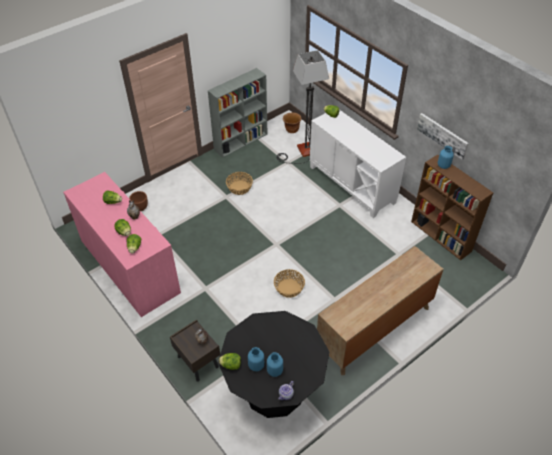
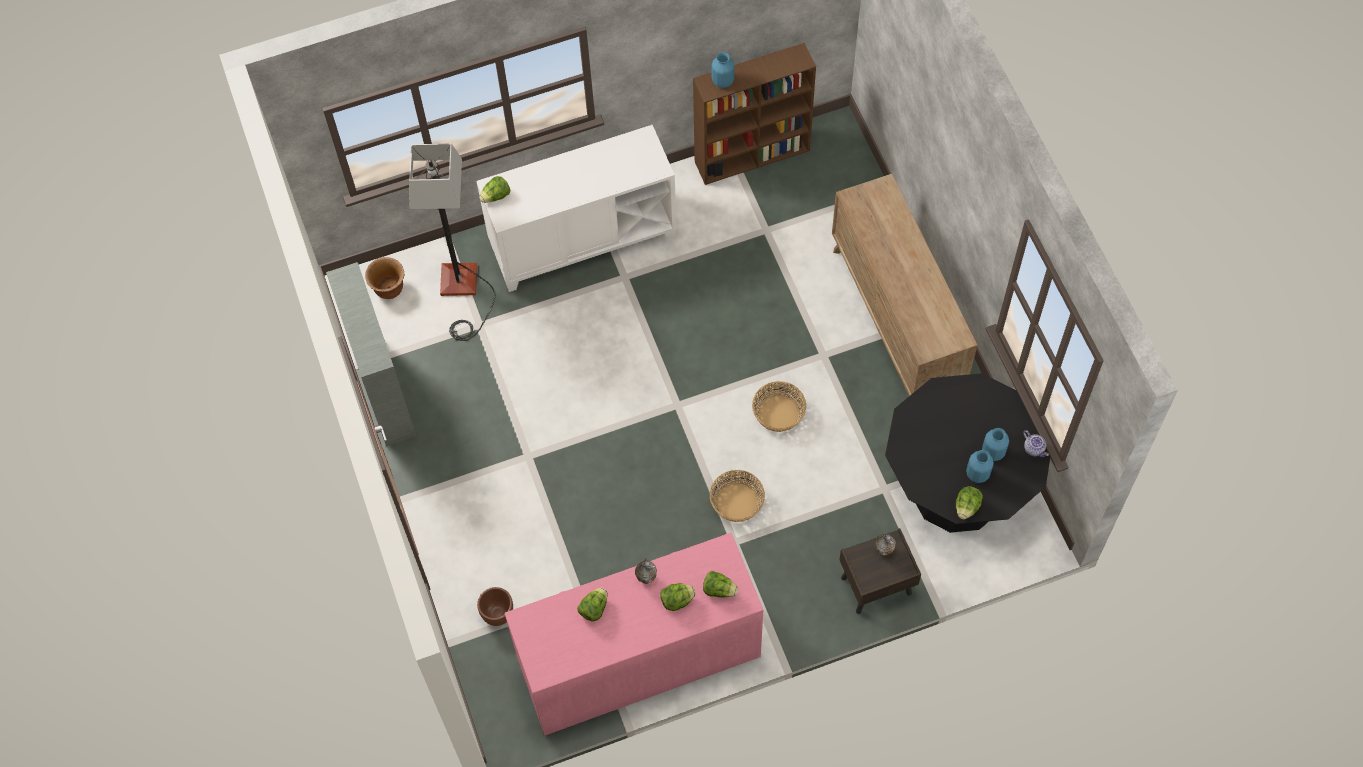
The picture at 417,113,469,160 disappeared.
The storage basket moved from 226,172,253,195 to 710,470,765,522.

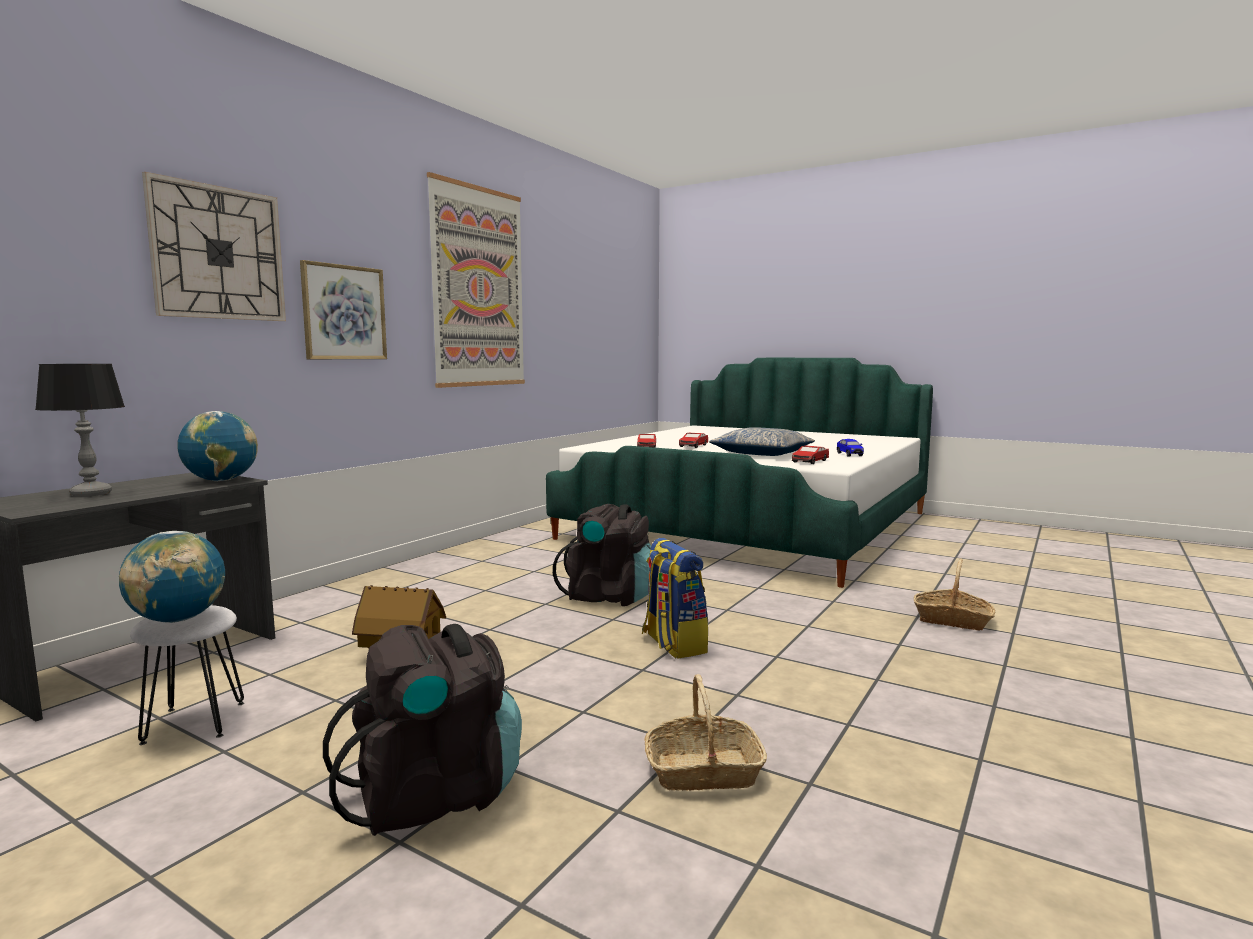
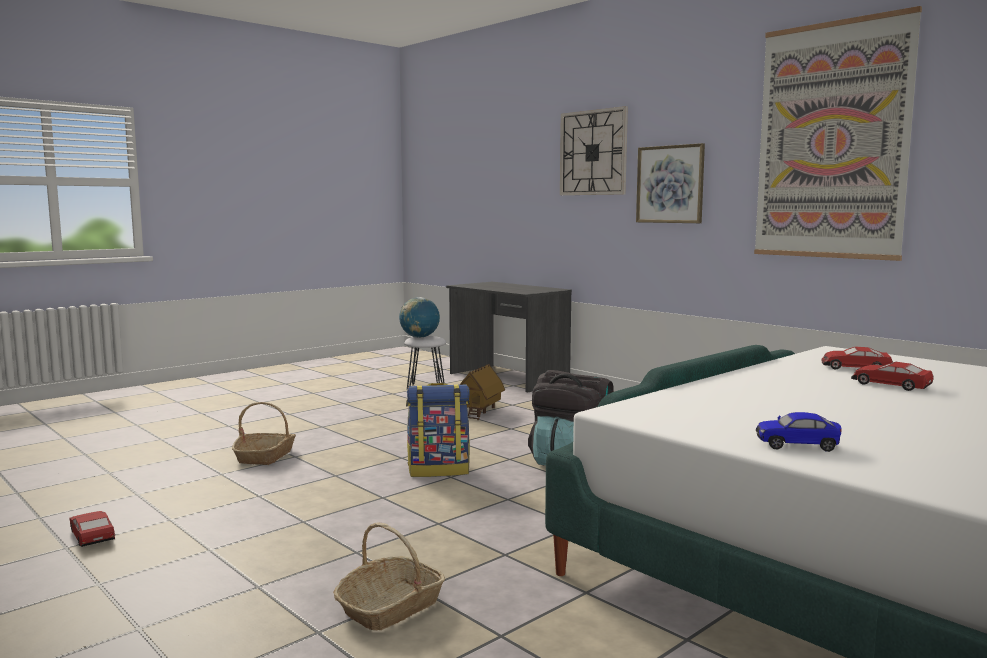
The tabletop lamp at 35,364,125,497 disappeared.
The globe at 177,411,258,481 disappeared.
The cushion at 709,427,815,456 disappeared.
The toy car moved from 792,446,829,464 to 69,511,115,547.
The backpack in blackish at 323,624,522,836 disappeared.

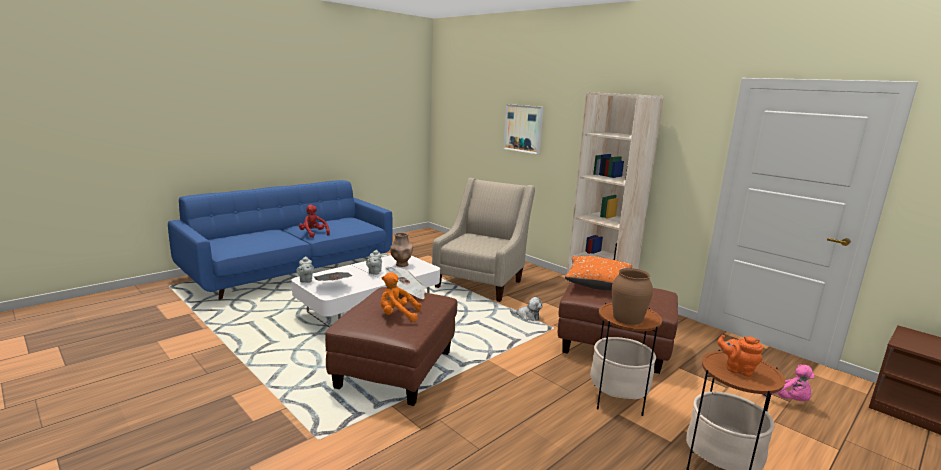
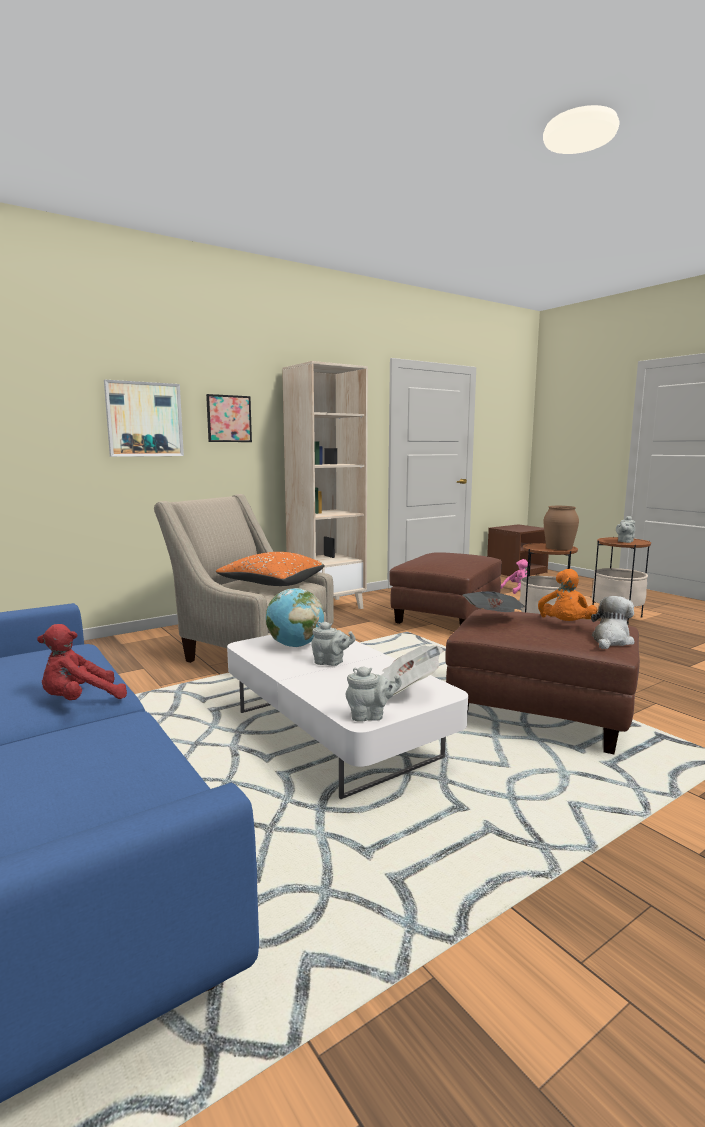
The decorative vase in brownish at 390,232,413,267 was replaced by the globe at 266,588,324,647.
The cushion in orange-coloured moved from 565,256,633,290 to 216,552,325,586.
The cuddly toy moved from 510,297,542,321 to 591,596,634,649.
The teapot in orange-coloured at 717,335,764,377 became the teapot in grey at 616,516,635,543.
The picture at 206,394,252,442 appeared.

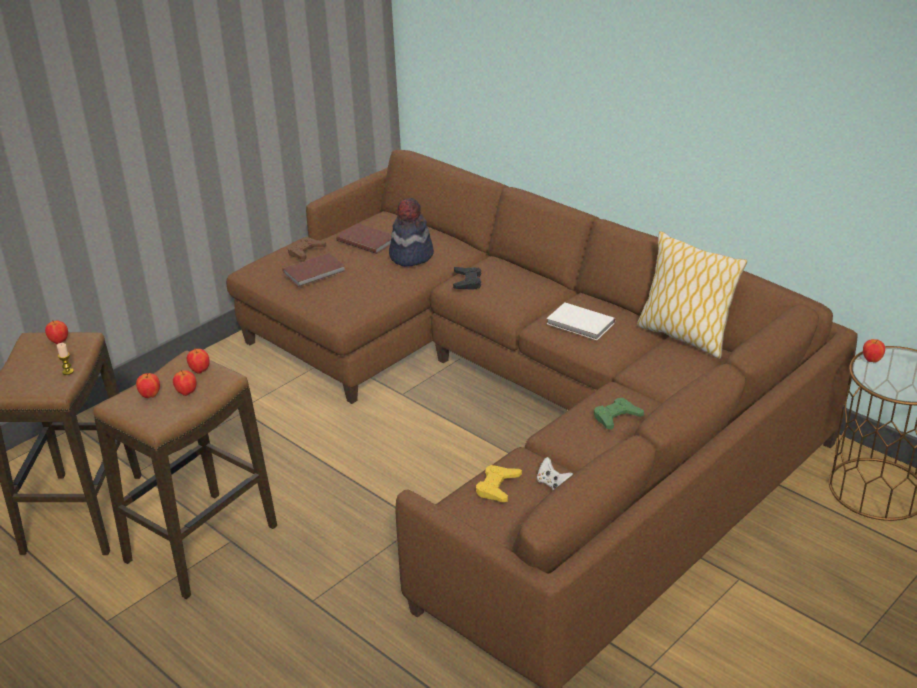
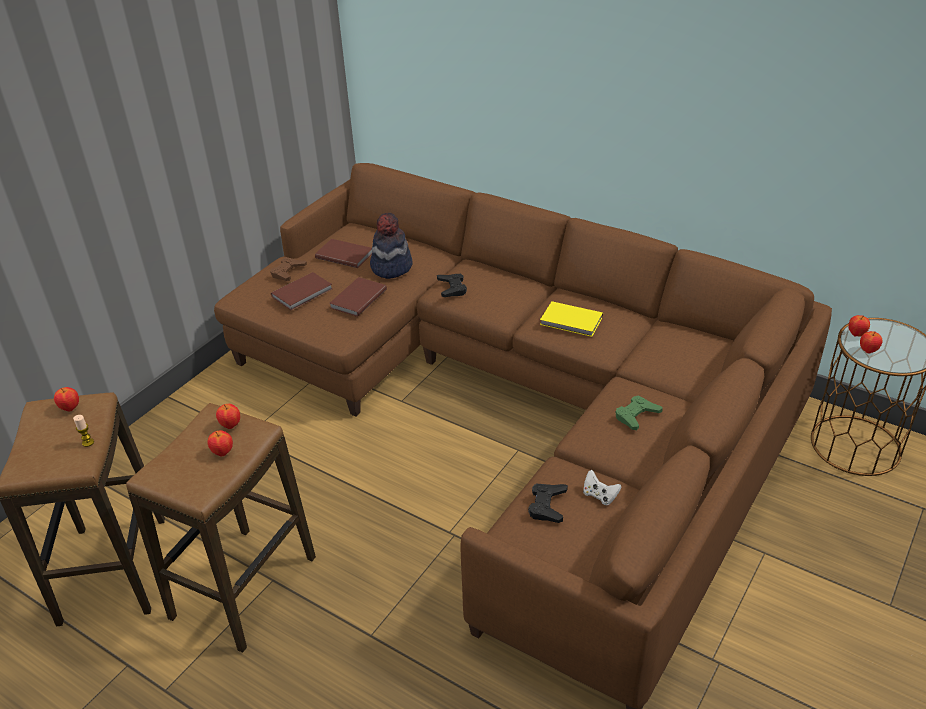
The cushion at 637,231,747,359 disappeared.
The book in white at 546,302,615,340 became the book in yellow-coloured at 540,301,603,337.
The apple moved from 136,373,160,398 to 860,331,883,353.
The game controller in yellow-coloured at 476,465,522,502 became the game controller in blackish at 528,484,568,523.
The book in brownish at 330,277,387,317 appeared.

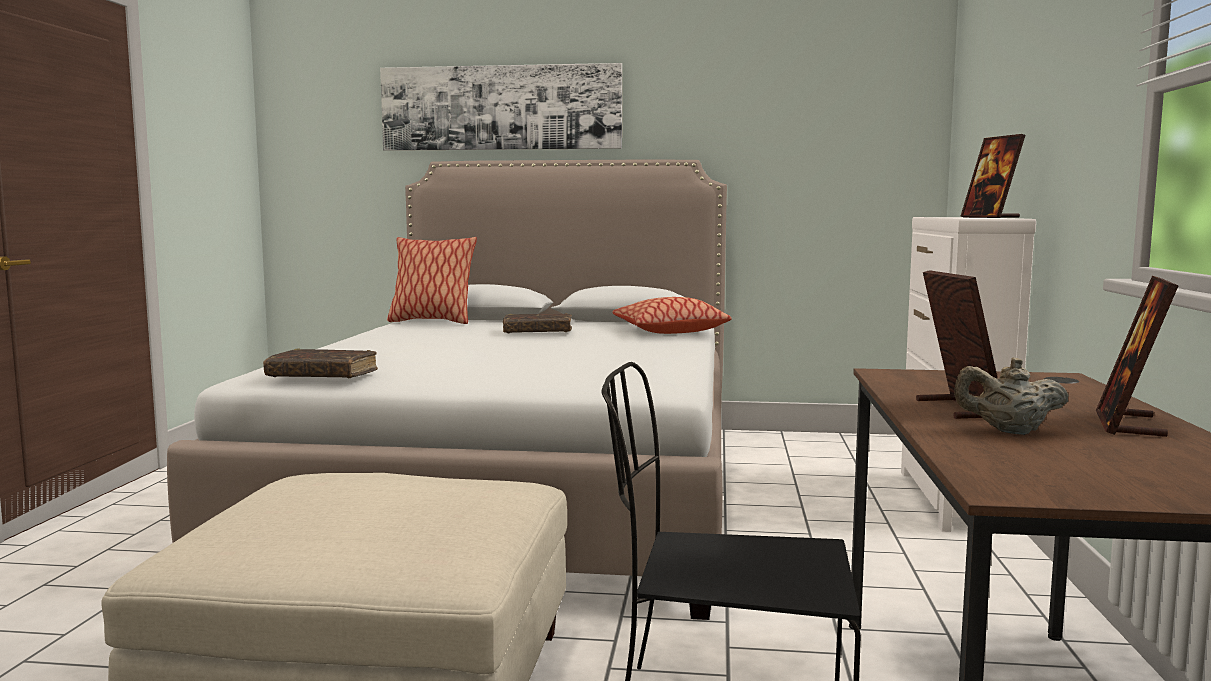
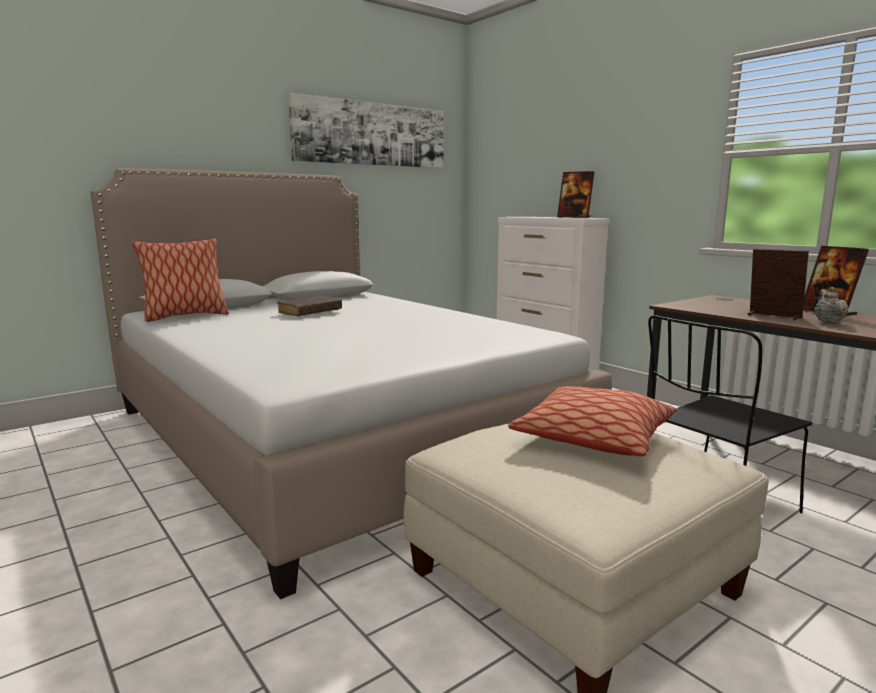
The picture moved from 380,63,622,151 to 288,93,444,168.
The cushion moved from 612,297,732,334 to 508,386,676,456.
The book in brownish at 263,348,378,378 disappeared.
The teapot in beige at 954,357,1069,435 turned 135 degrees clockwise.

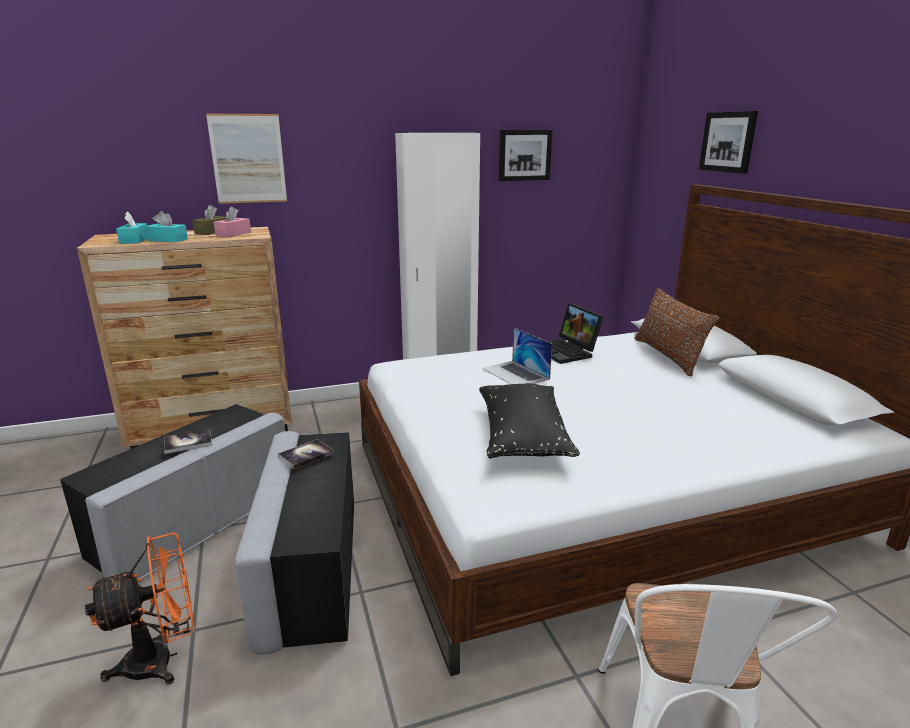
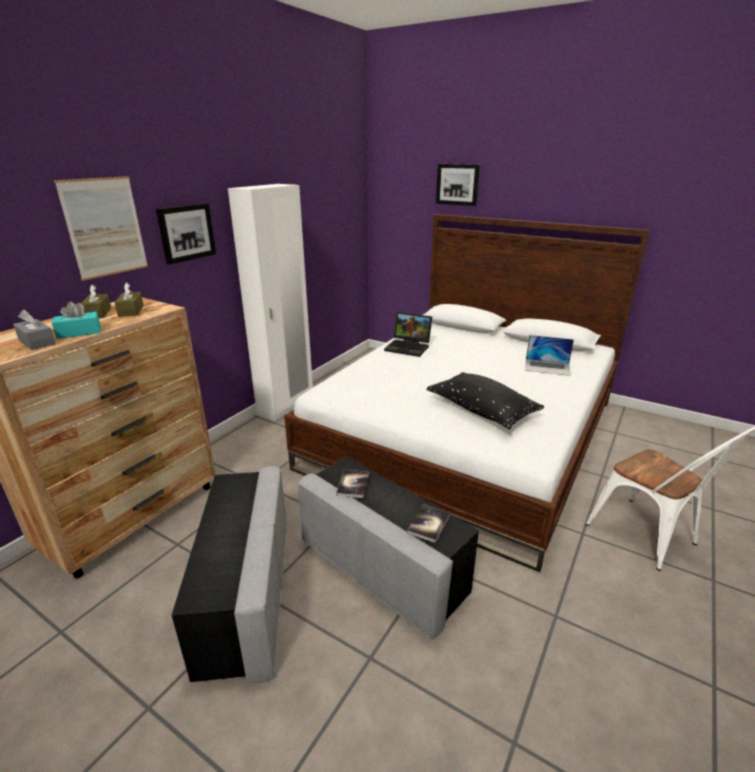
The picture moved from 499,130,553,181 to 156,203,216,265.
The tissue holder in pink at 214,206,251,237 became the tissue holder in brownish at 114,282,144,317.
The tissue holder in turquoise-coloured at 116,211,147,244 became the tissue holder in grey at 13,309,56,350.
The cushion in brownish at 634,288,719,376 disappeared.
The portable computer moved from 482,328,552,384 to 525,335,574,376.
The book moved from 164,429,212,454 to 407,505,450,543.
The fan in orange-coloured at 85,532,194,685 disappeared.

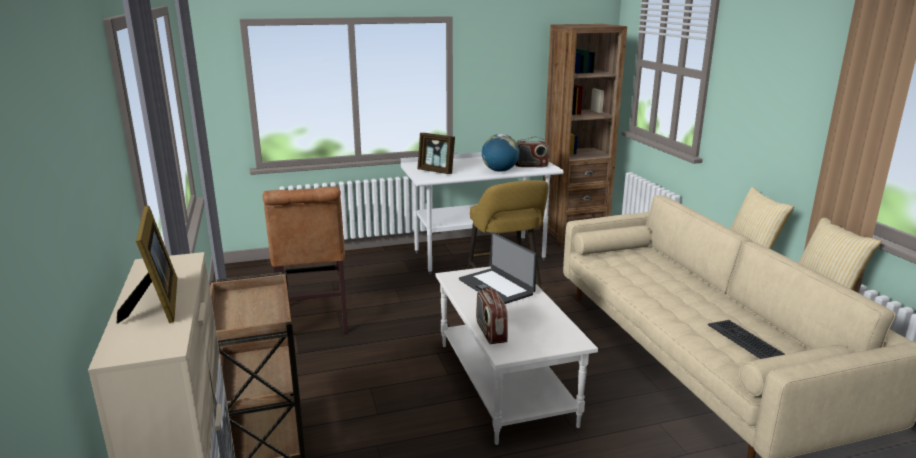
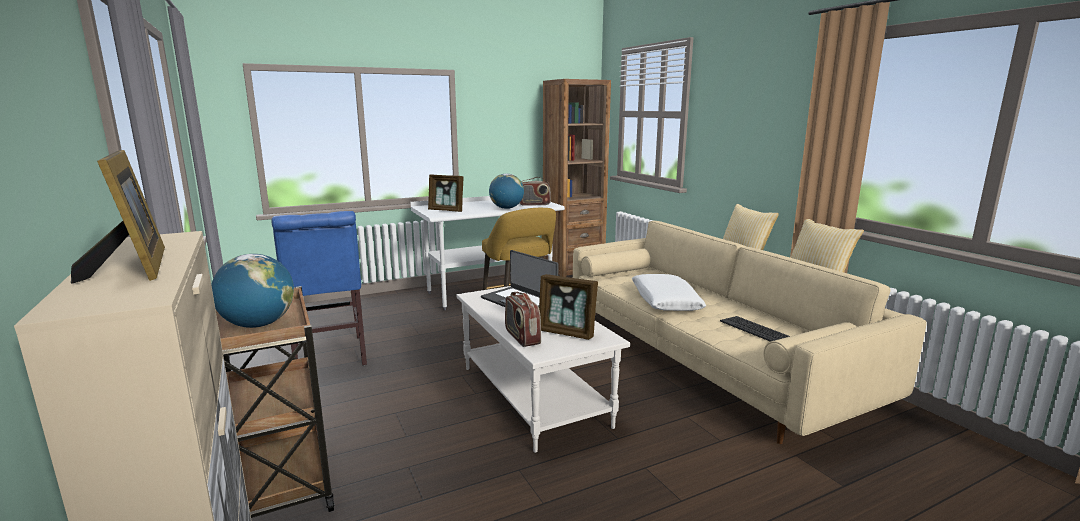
The upright chair in brownish at 262,186,348,333 became the upright chair in bluish at 271,211,367,365.
The globe at 211,254,294,328 appeared.
The standing frame at 539,274,598,340 appeared.
The cushion in white at 632,274,706,311 appeared.

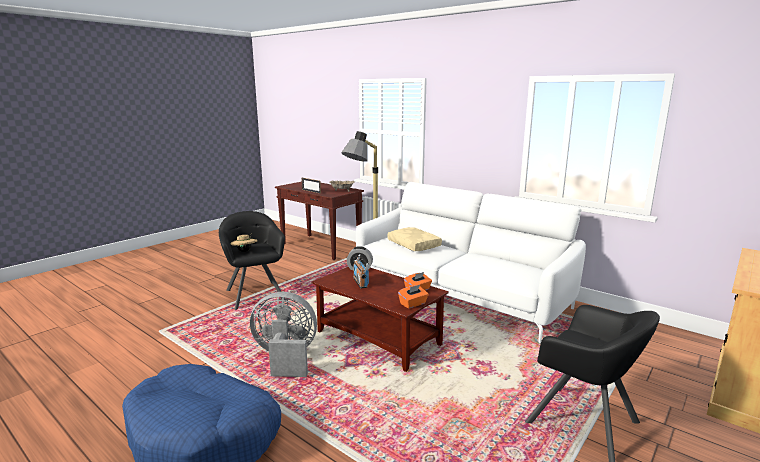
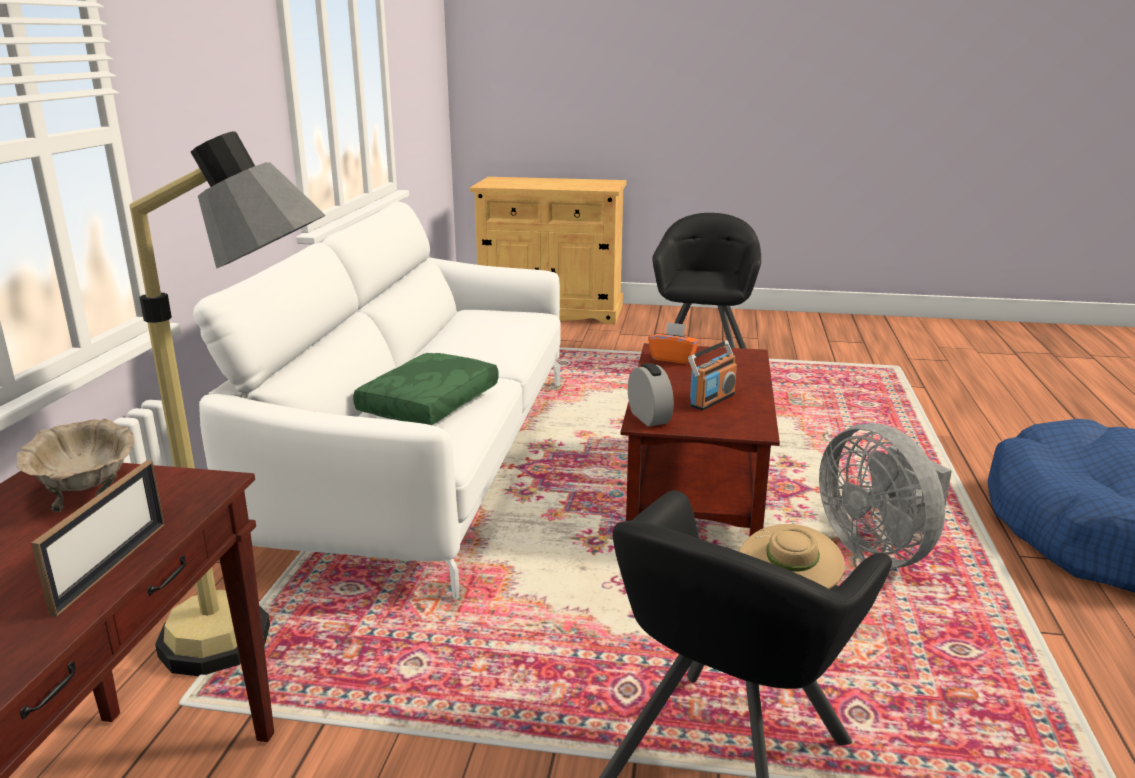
The cushion in beige at 387,227,442,251 became the cushion in green-coloured at 353,353,499,425.
The tissue holder in orange-coloured at 398,285,429,309 disappeared.

